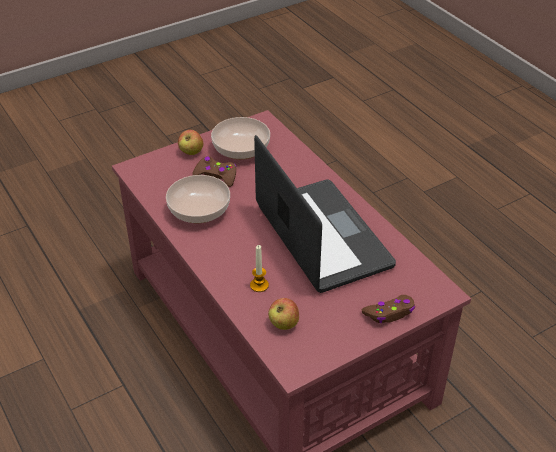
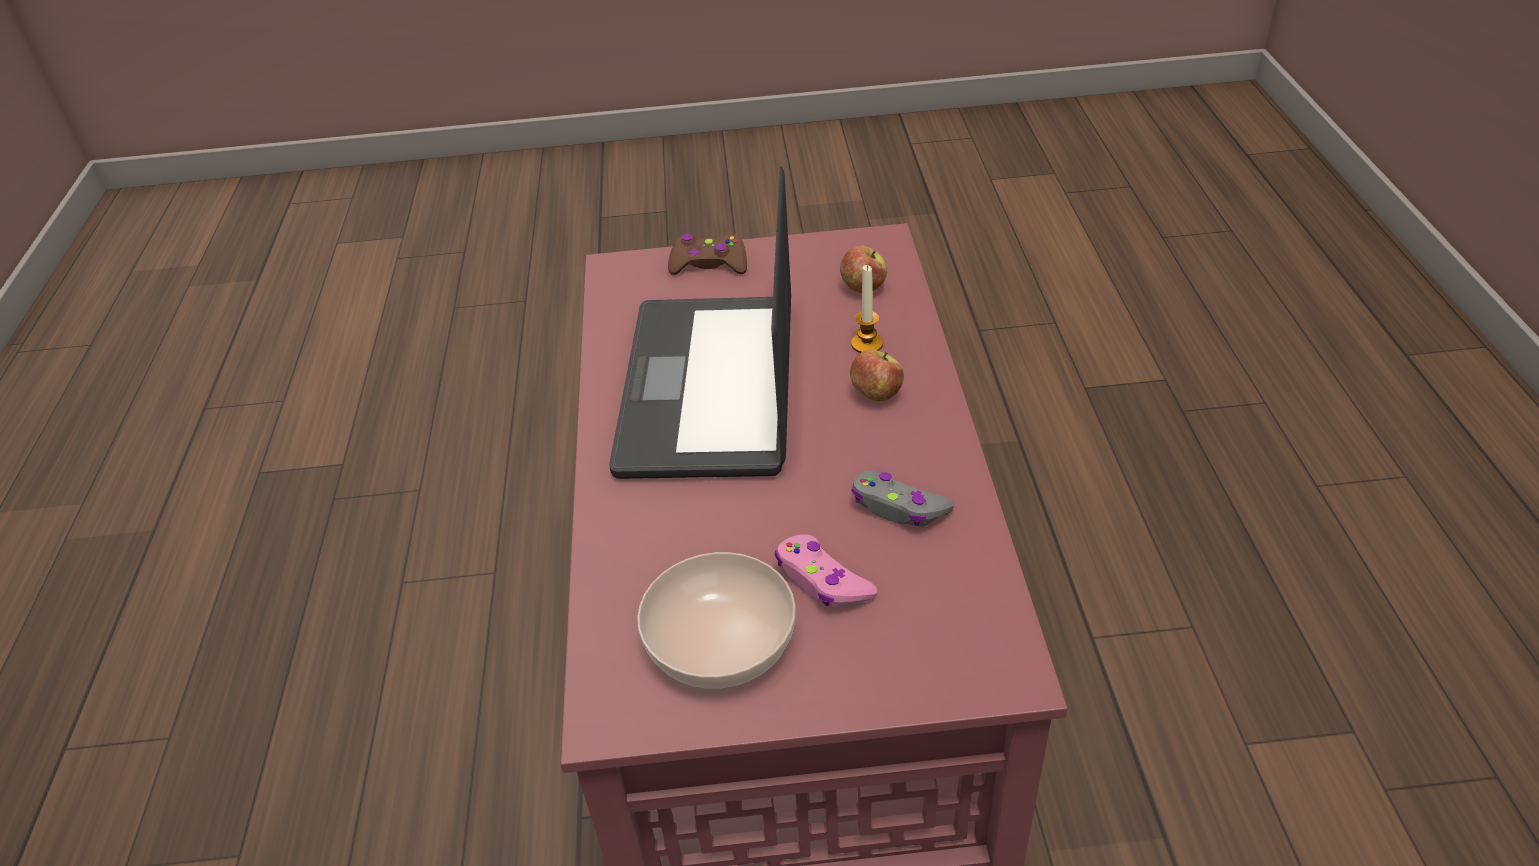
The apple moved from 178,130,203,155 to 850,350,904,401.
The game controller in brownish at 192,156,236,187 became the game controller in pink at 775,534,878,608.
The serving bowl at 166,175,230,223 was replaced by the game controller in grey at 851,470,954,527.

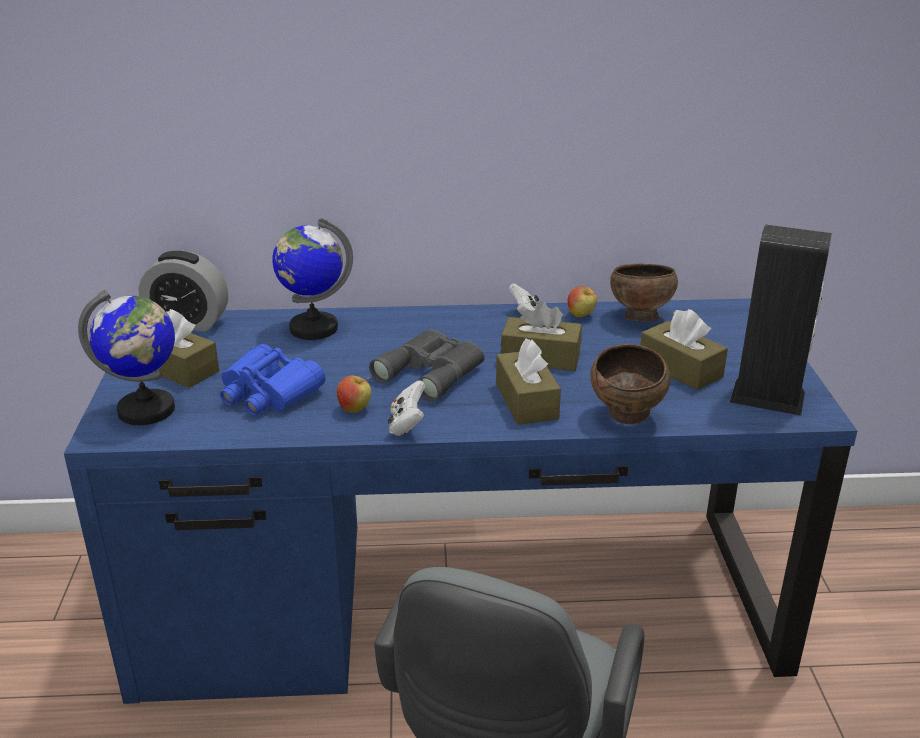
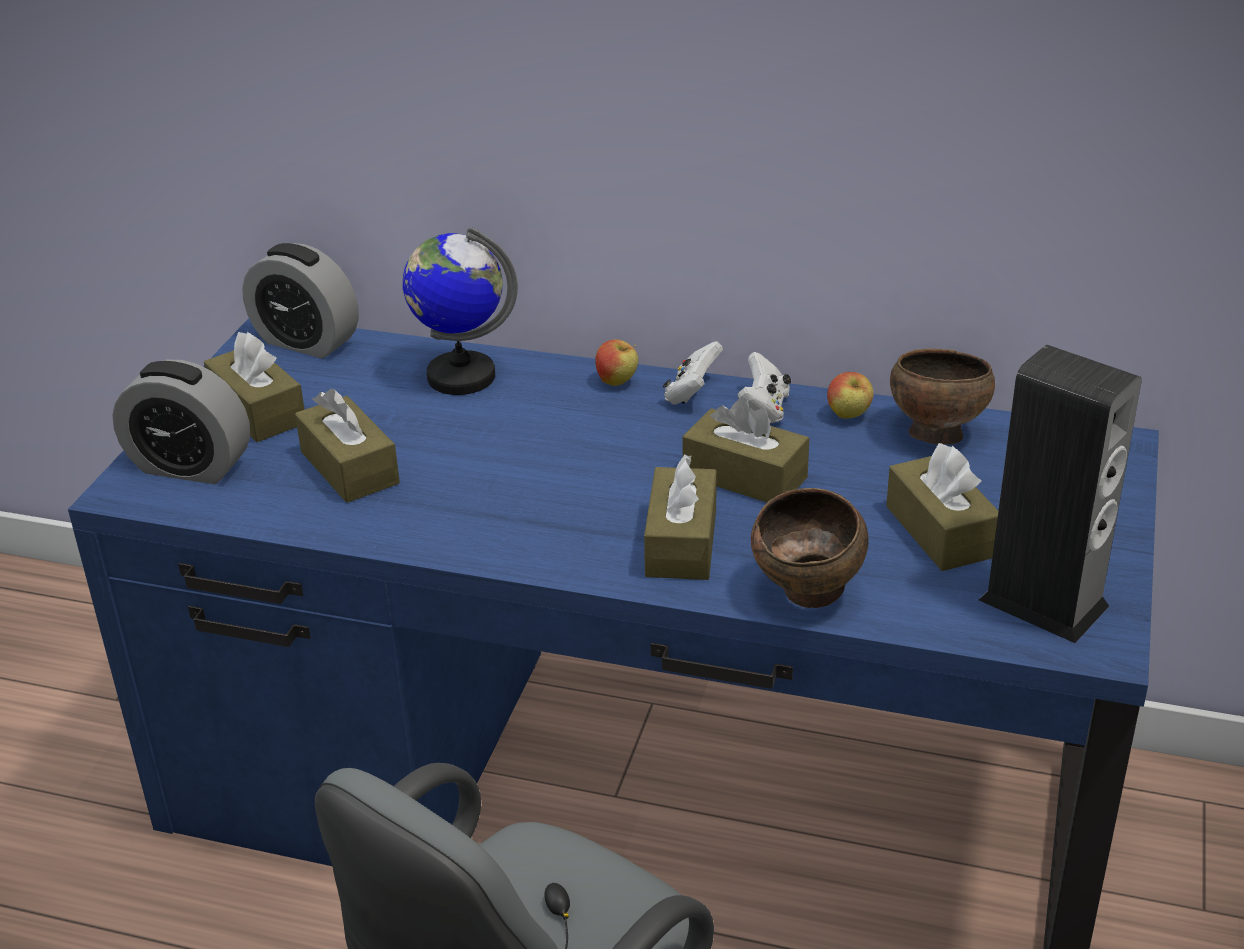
The globe at 78,290,175,425 was replaced by the bedside clock at 112,360,250,484.
The binoculars in grey at 369,330,485,401 disappeared.
The binoculars in bluish at 220,344,326,416 was replaced by the tissue holder in brownish at 295,388,400,503.
The apple moved from 337,376,372,413 to 595,339,638,386.
The game controller in white moved from 388,380,425,436 to 663,341,723,405.

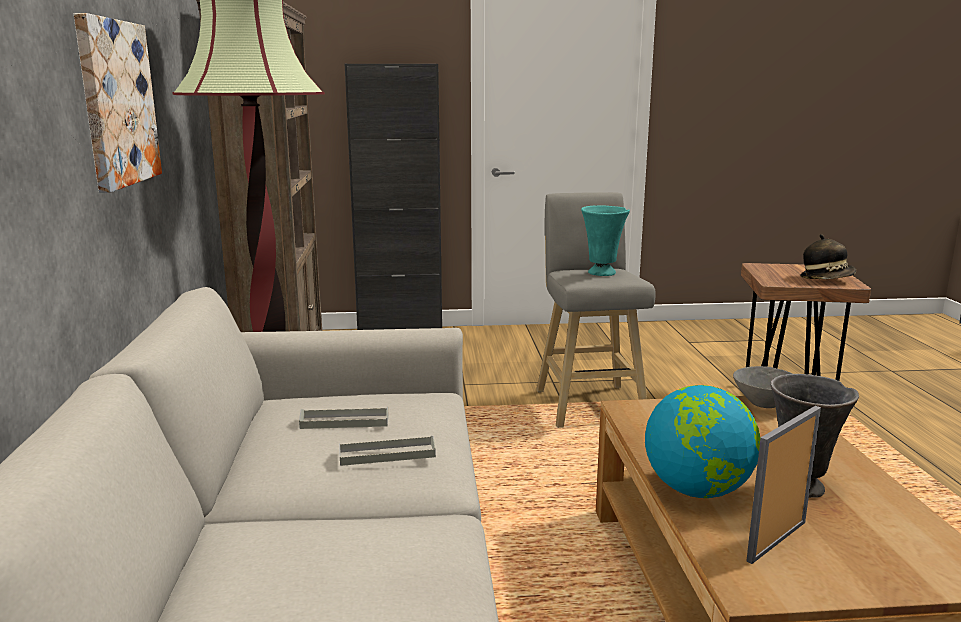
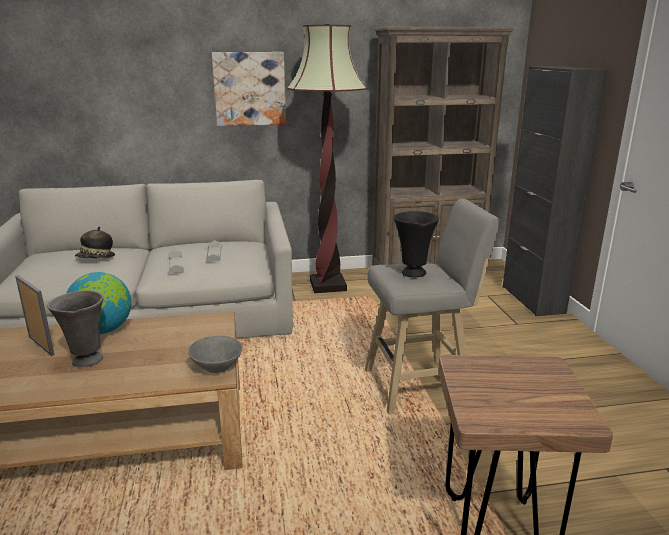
The decorative vase in turquoise-coloured at 581,205,630,276 became the decorative vase in blackish at 394,211,439,277.
The wearable hat moved from 800,234,856,279 to 75,226,115,258.

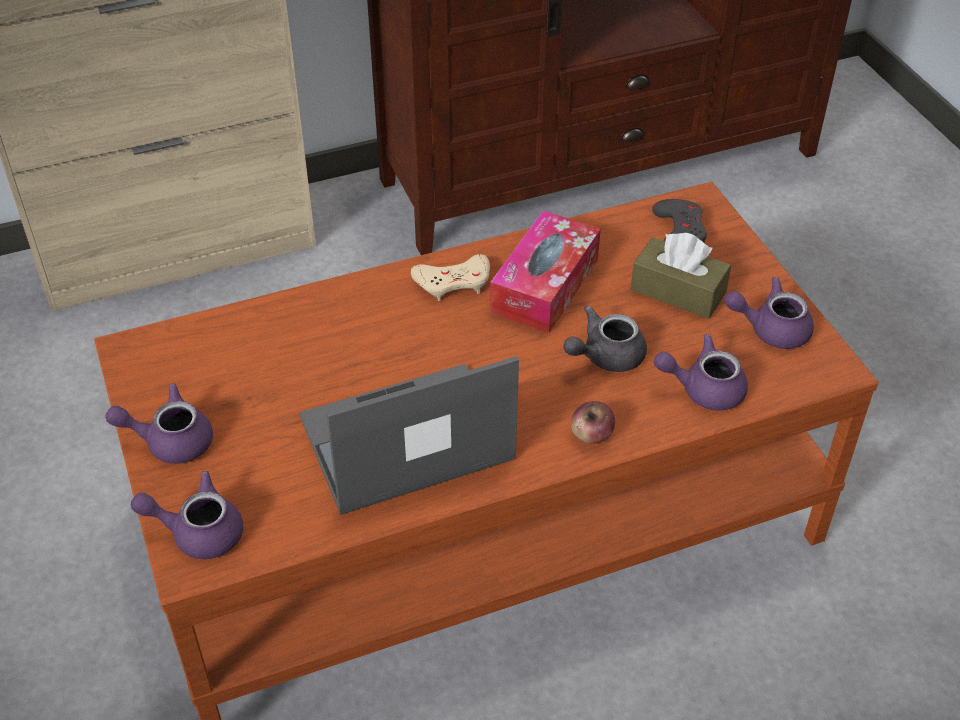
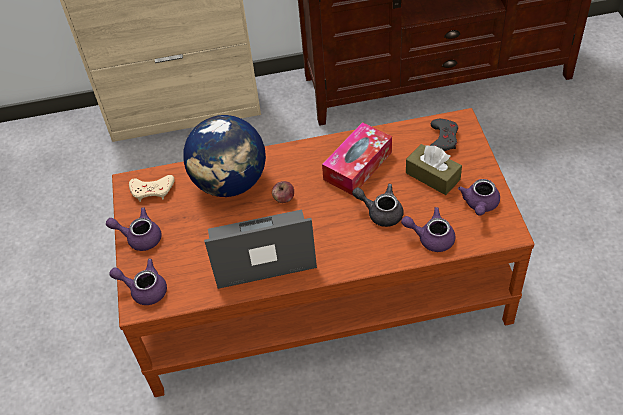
The game controller in beige moved from 411,254,490,301 to 129,175,175,202.
The teapot in purple-coloured at 724,277,814,349 turned 90 degrees counterclockwise.
The teapot in grey at 564,305,647,372 turned 45 degrees clockwise.
The apple moved from 571,401,615,444 to 272,181,294,203.
The globe at 183,115,266,197 appeared.

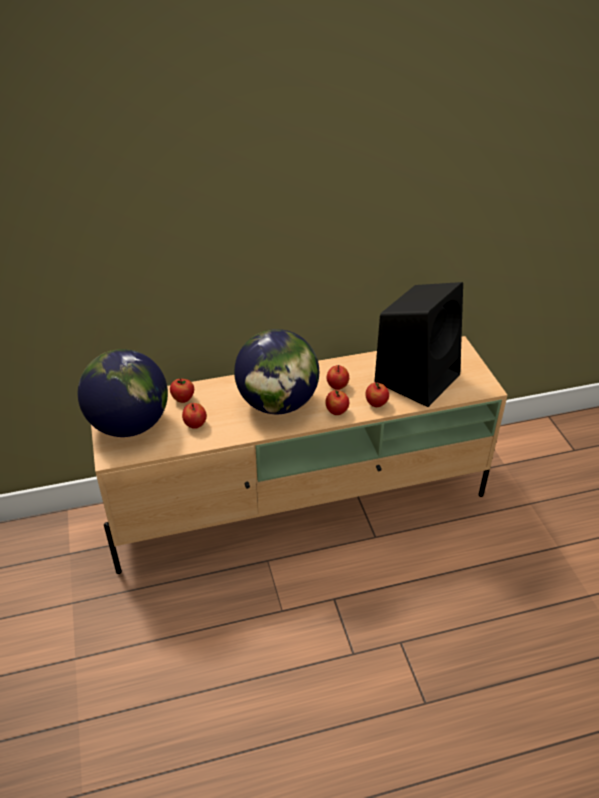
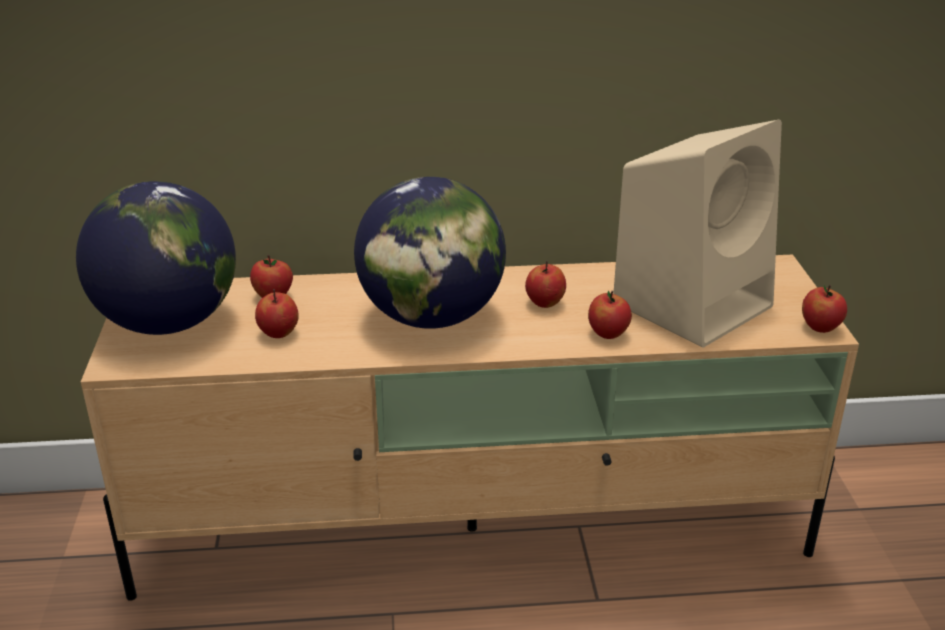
The audio speaker in blackish at 374,282,463,407 became the audio speaker in beige at 613,119,782,348.
The apple moved from 325,390,349,415 to 802,285,847,333.

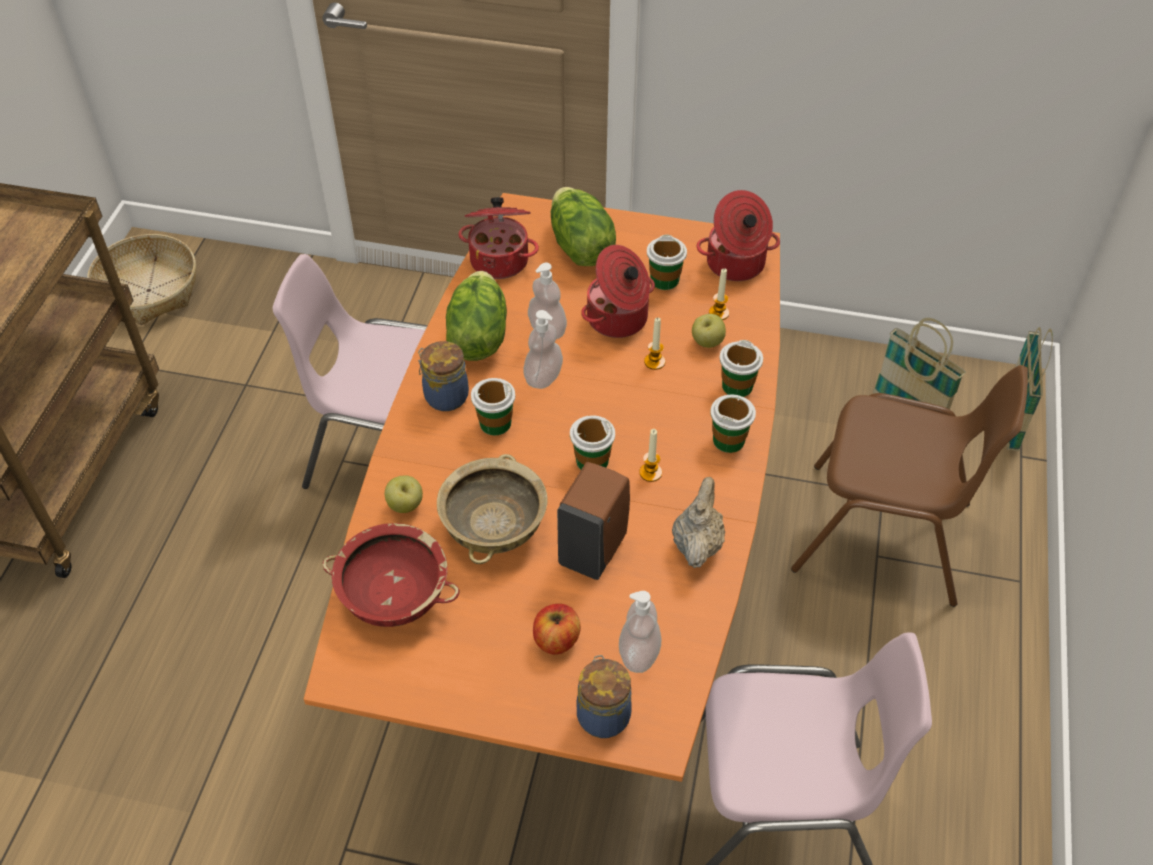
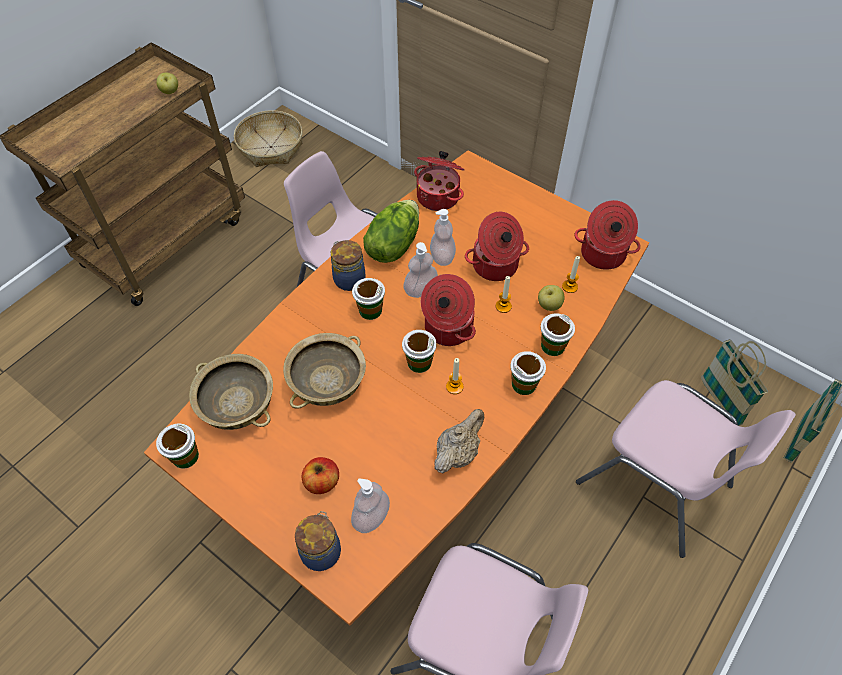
The head of lettuce at 551,187,616,266 disappeared.
The small cup moved from 647,235,687,290 to 156,424,199,469.
The upright chair in brownish at 791,365,1028,607 became the upright chair in pink at 576,380,796,558.
The soap bottle in brownish at 557,462,630,580 disappeared.
The apple moved from 385,476,423,513 to 157,73,178,94.
The serving bowl in red-coloured at 323,523,459,627 became the serving bowl in beige at 189,354,273,430.
The cooking pot at 421,274,476,346 appeared.

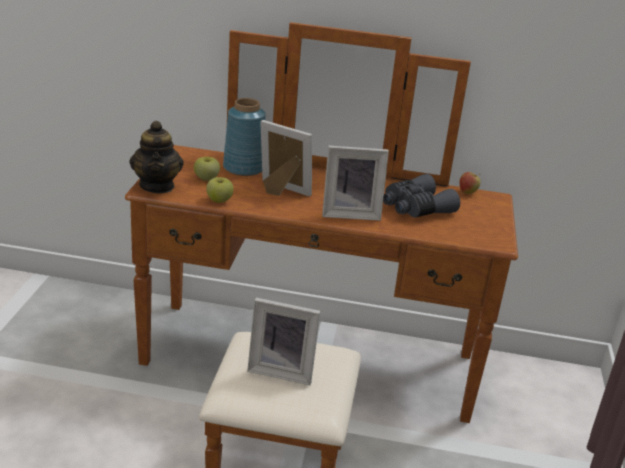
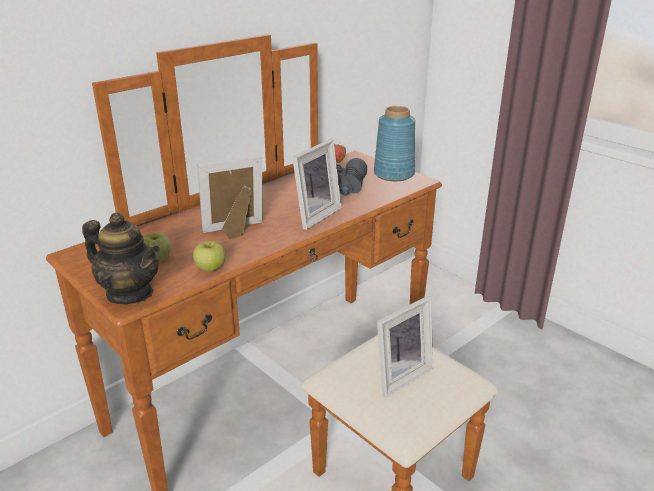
The decorative vase in bluish moved from 223,98,266,176 to 374,106,415,181.

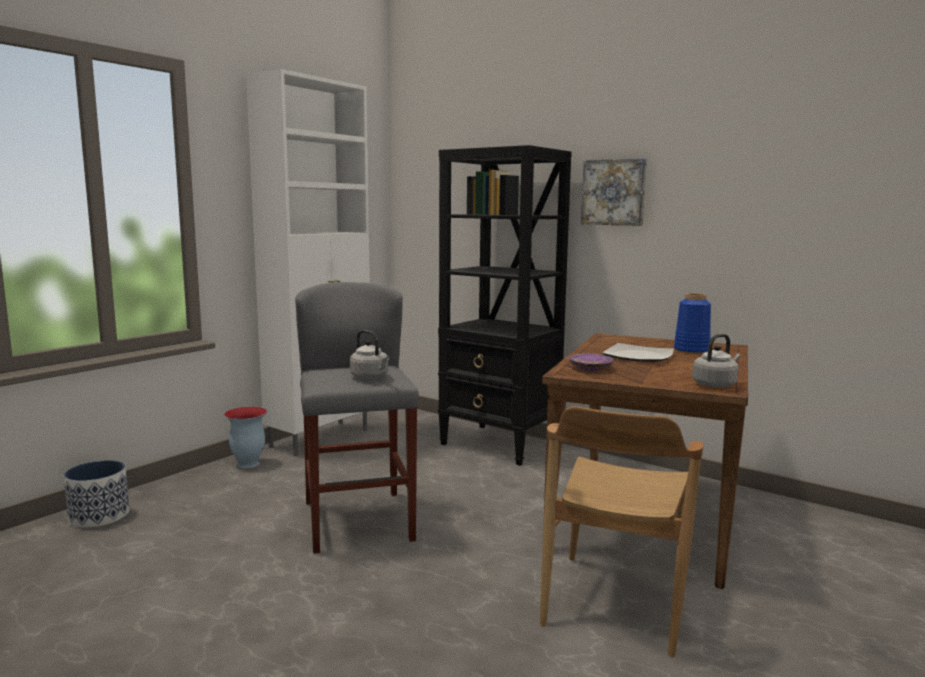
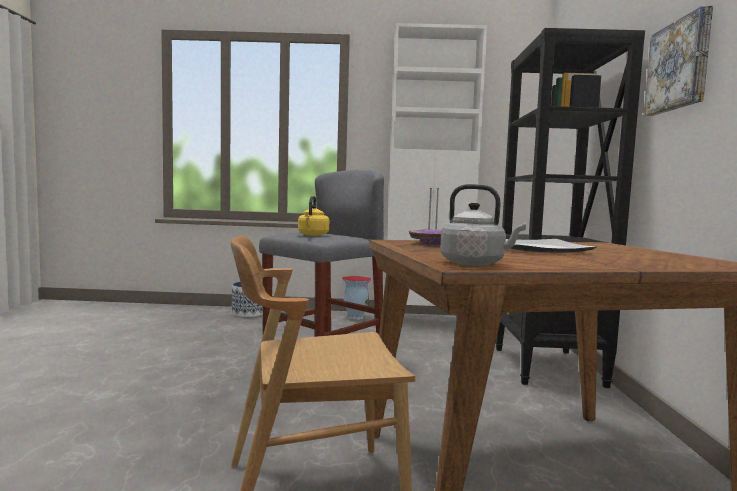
The decorative vase in bluish at 674,293,711,354 disappeared.
The water kettle in grey at 350,330,389,379 became the water kettle in yellow-coloured at 298,196,329,236.

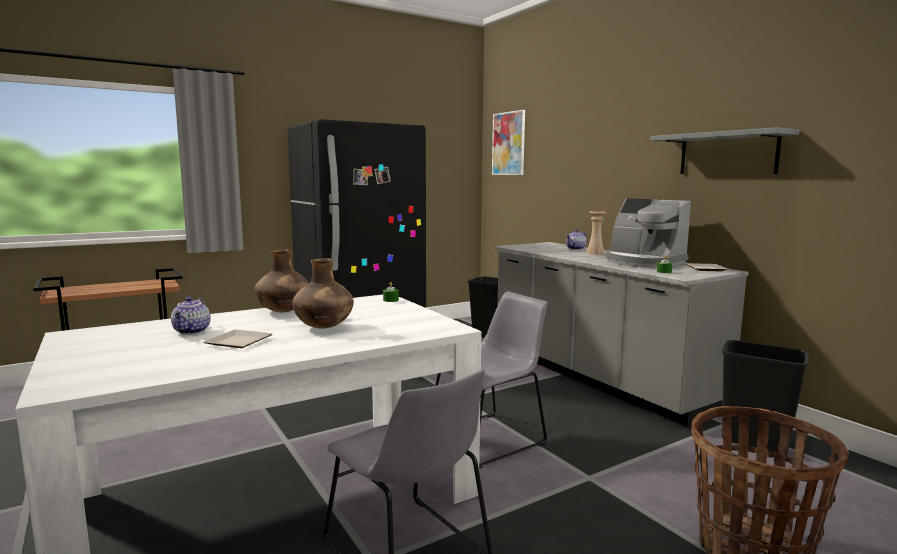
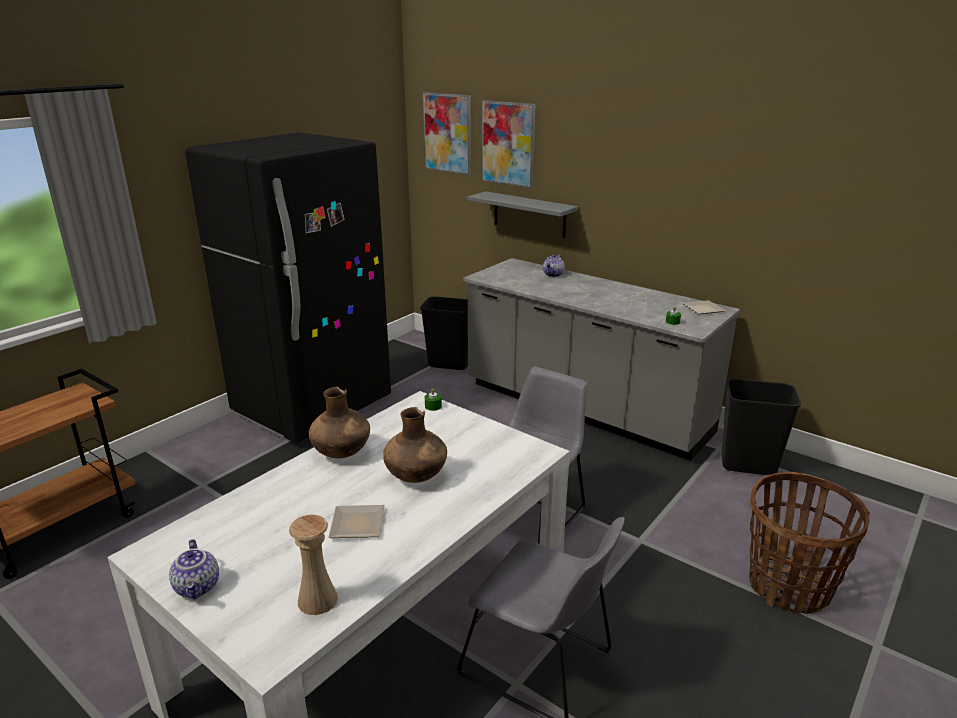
The wall shelf in grey moved from 650,127,799,174 to 468,191,578,238.
The coffee machine at 605,198,691,268 disappeared.
The decorative vase in beige moved from 586,211,606,255 to 289,515,338,615.
The teapot moved from 171,297,210,335 to 169,539,219,599.
The picture at 482,100,536,189 appeared.

